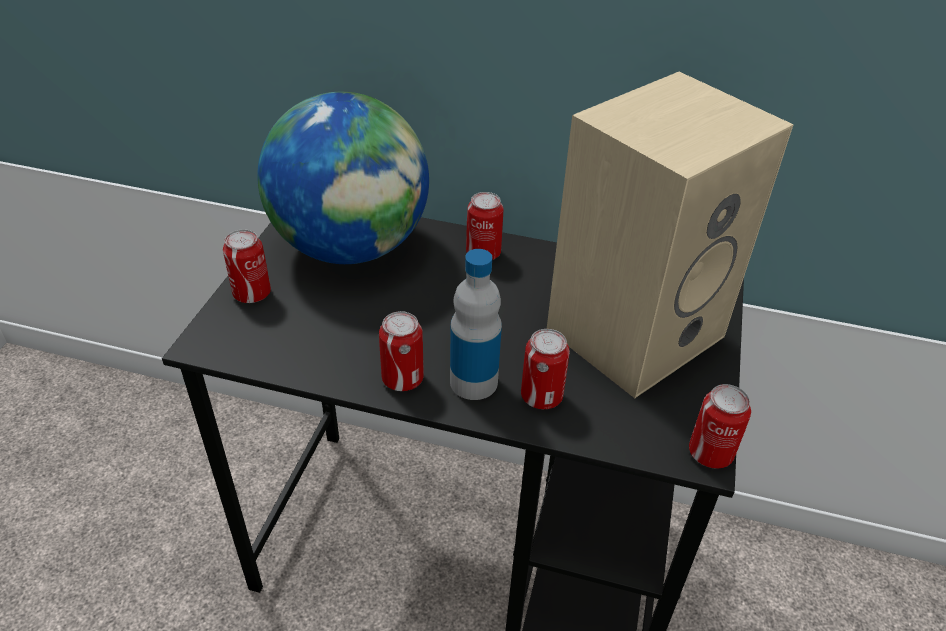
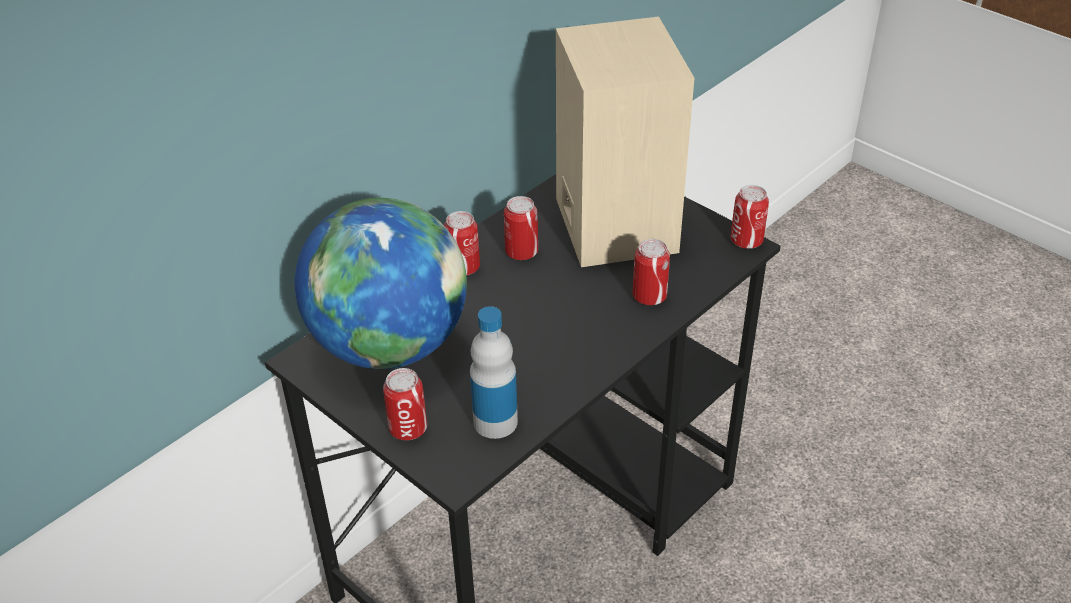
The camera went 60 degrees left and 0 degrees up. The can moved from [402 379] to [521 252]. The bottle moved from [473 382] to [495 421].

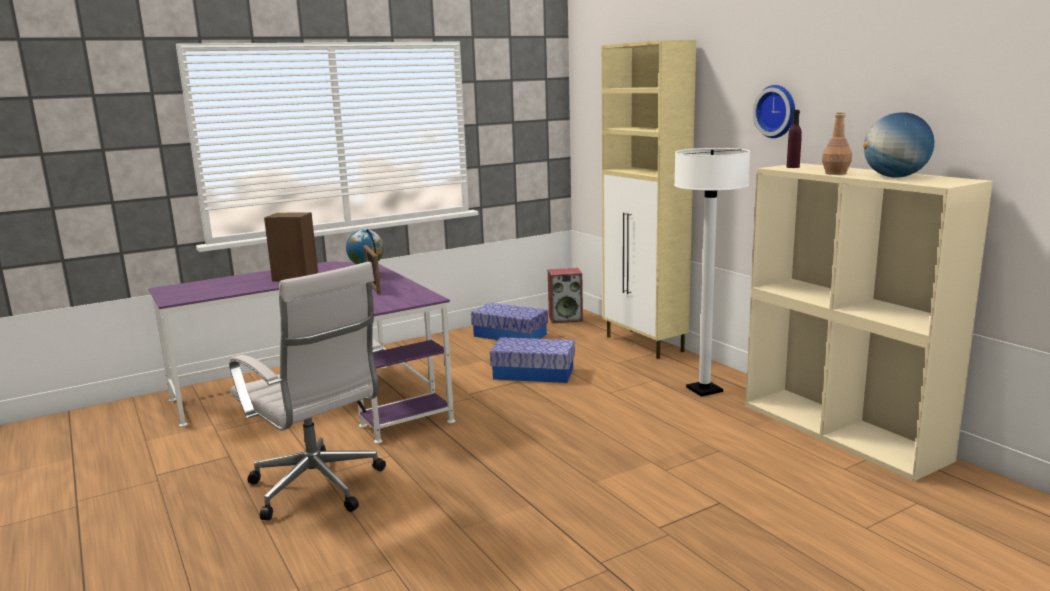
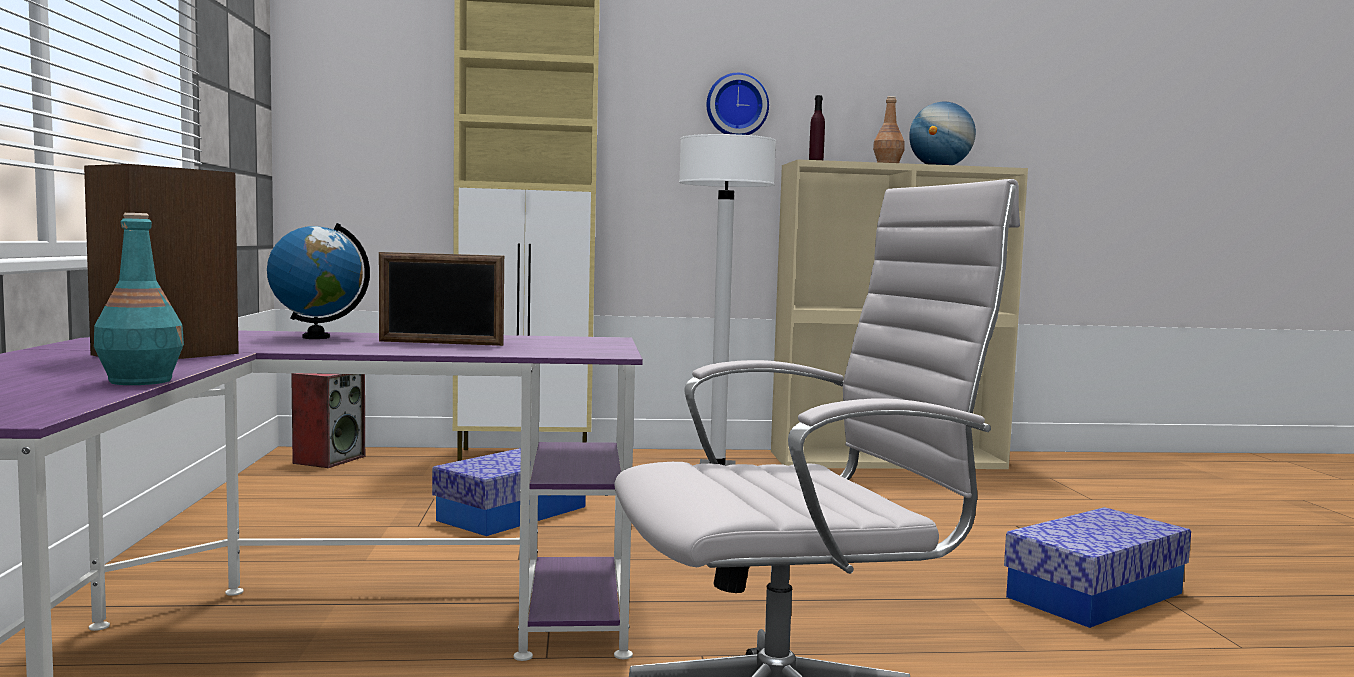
The camera went 65 degrees left and 10 degrees down. The storage container moved from [510 335] to [1095 595]. The bottle/blue-green at [140 381] appeared.

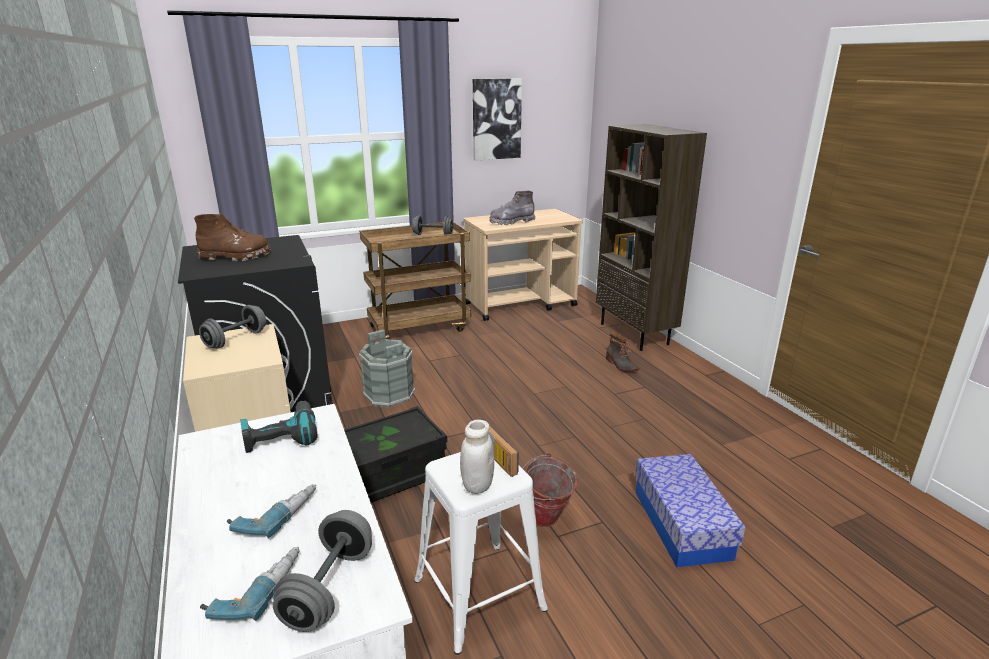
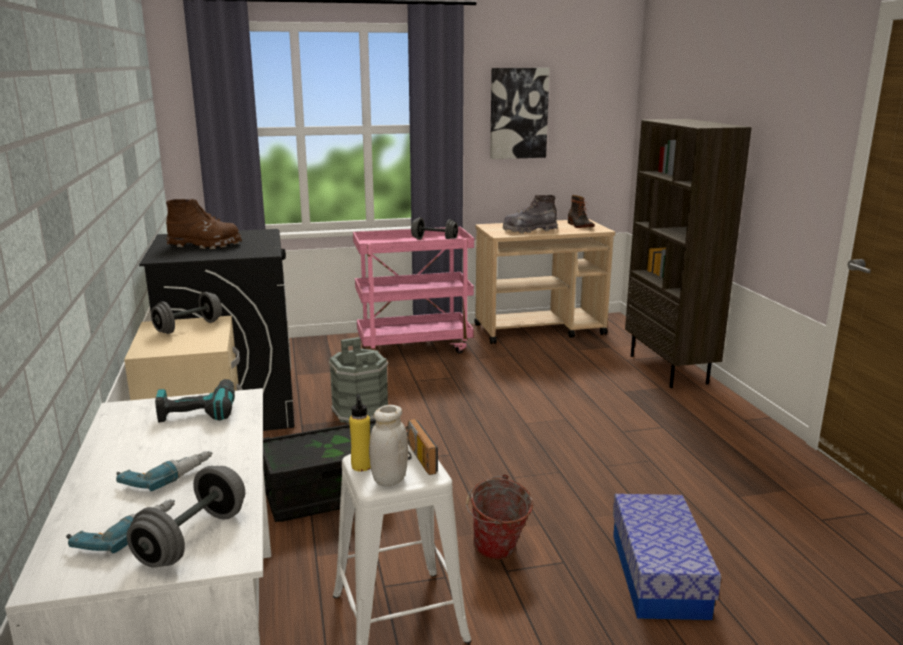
The camera went 10 degrees right and 5 degrees down. The wheeled cart/brown-coloured at [419 328] became the wheeled cart/pinkish at [414 347]. The tall boot moved from [620 365] to [579 225]. The bottle/yellow-coloured at [361 466] appeared.

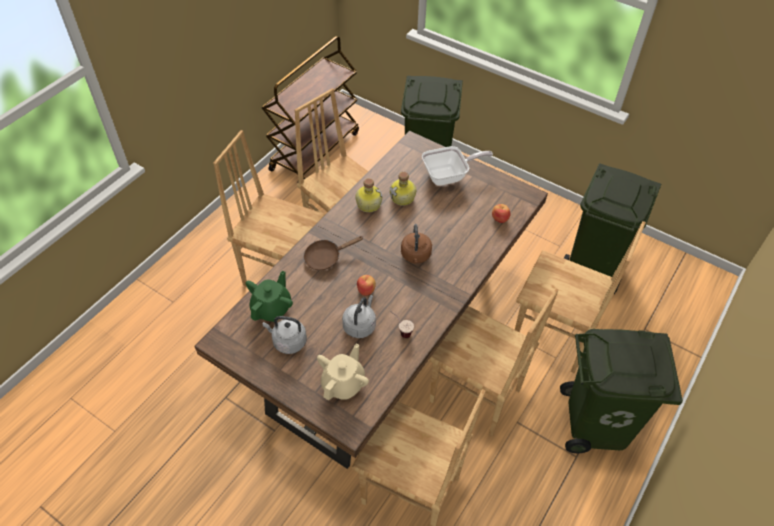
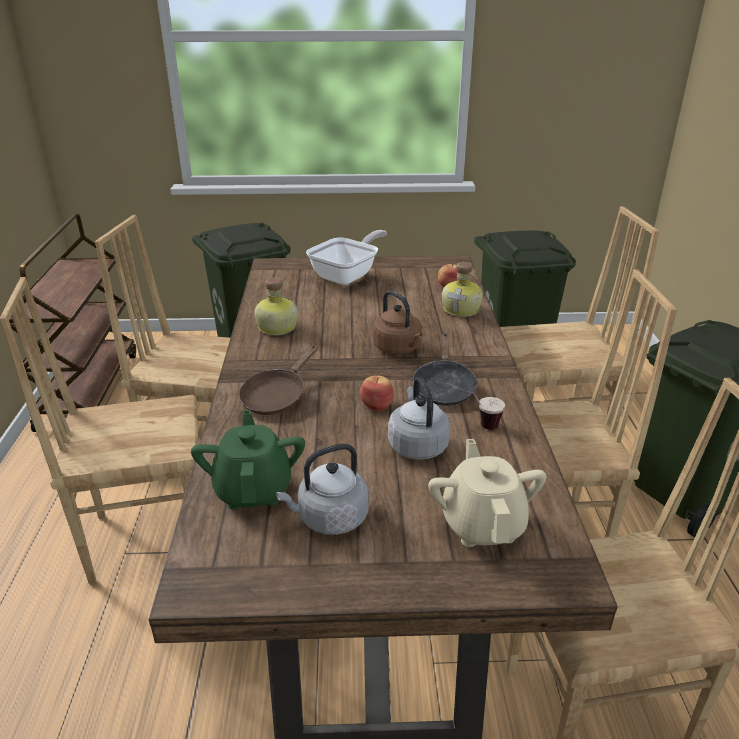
The camera went 35 degrees left and 20 degrees down. The bottle moved from [403 198] to [462 309]. The pan/blackish at [443 387] appeared.

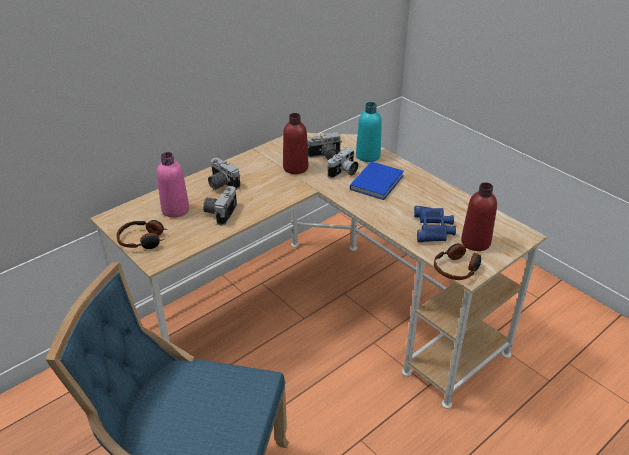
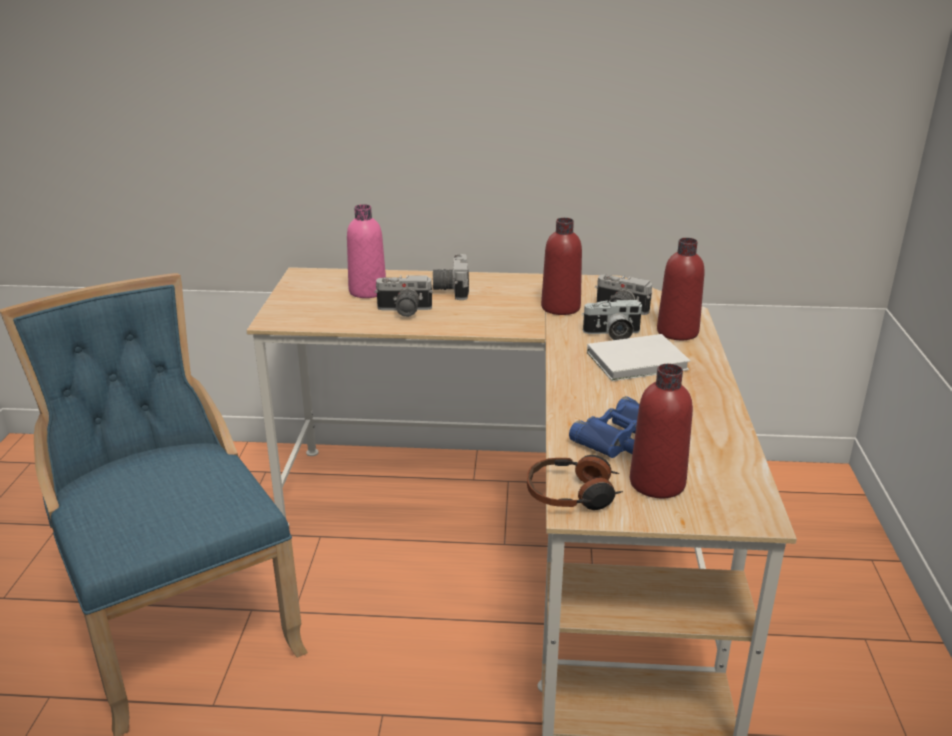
The camera went 45 degrees right and 10 degrees down. The headset at [143 240] disappeared. The still camera at [220 212] turned 150 degrees counterclockwise. The bound book/bluish at [378 182] became the bound book/white-coloured at [640 361]. The bottle/blue-green at [368 156] became the bottle/red-coloured at [677 332].

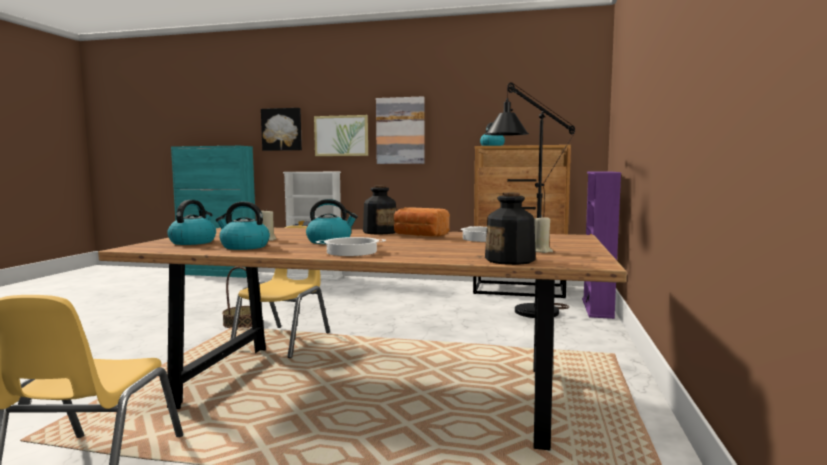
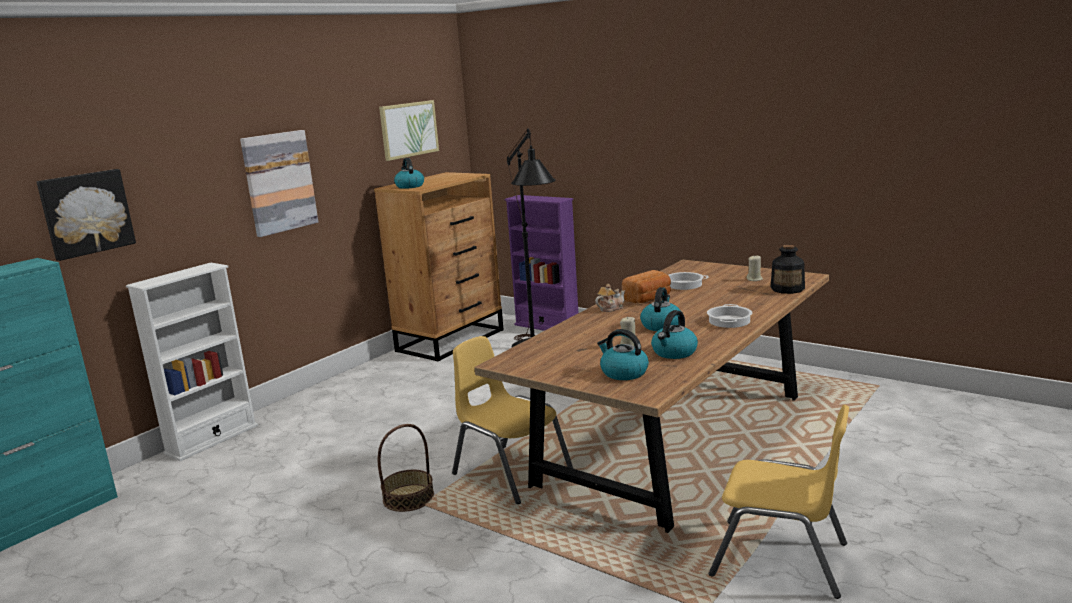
The camera went 65 degrees left and 10 degrees up. The wall picture moved from [341 136] to [408 129]. The bottle at [380 232] was replaced by the teapot at [610 308].

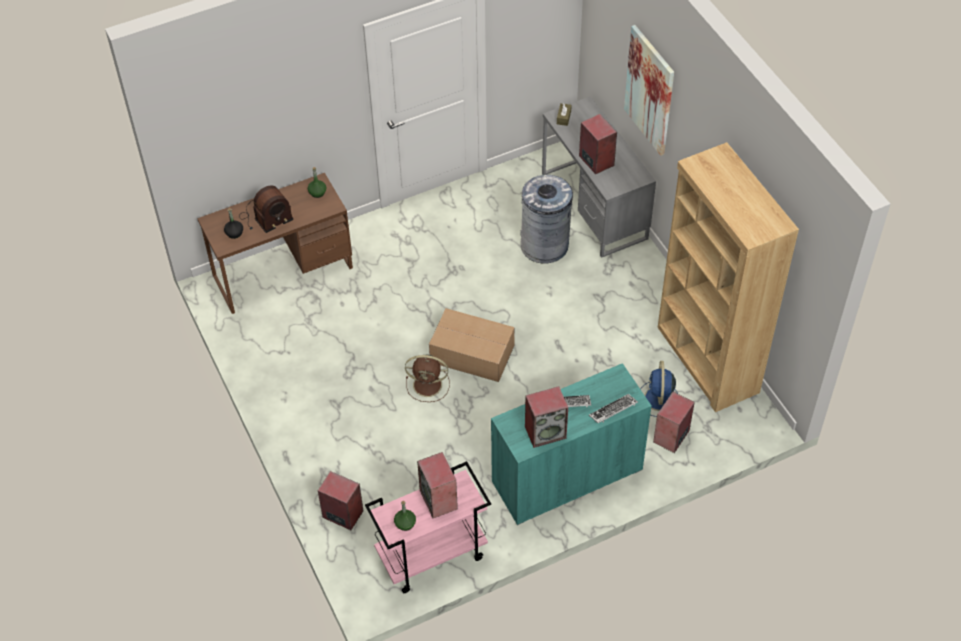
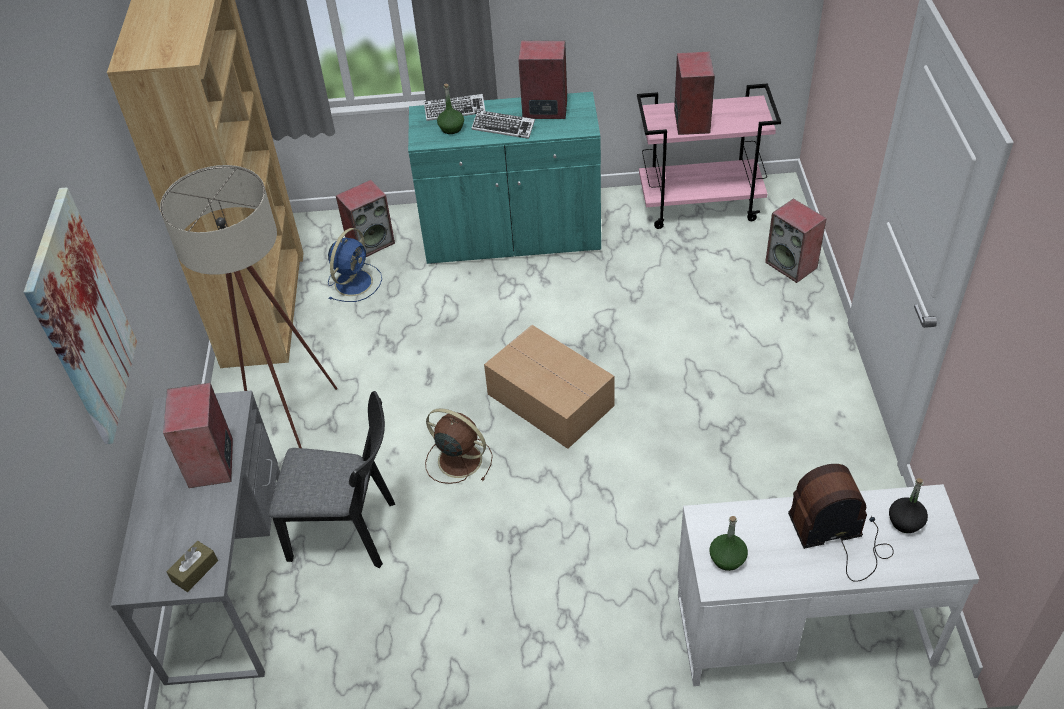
The camera went 155 degrees left and 5 degrees down. The desk/brown-coloured at [283 272] became the desk/white-coloured at [802 629]. The bottle/greenish moved from [405 523] to [451 128]. The fan/brown-coloured moved from [429 385] to [458 459]. The waste bin/grey at [544 245] was replaced by the upright chair/blackish at [351 531]. The standing lamp/sand-coloured at [285 412] appeared.

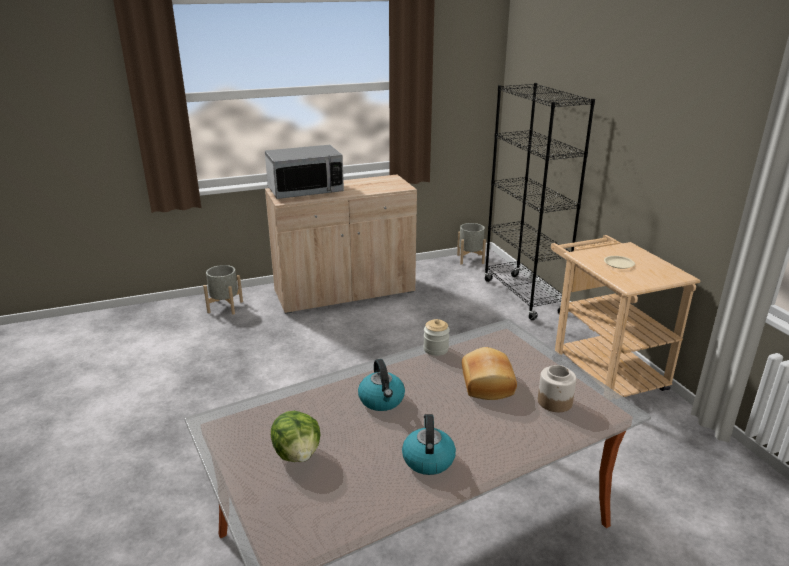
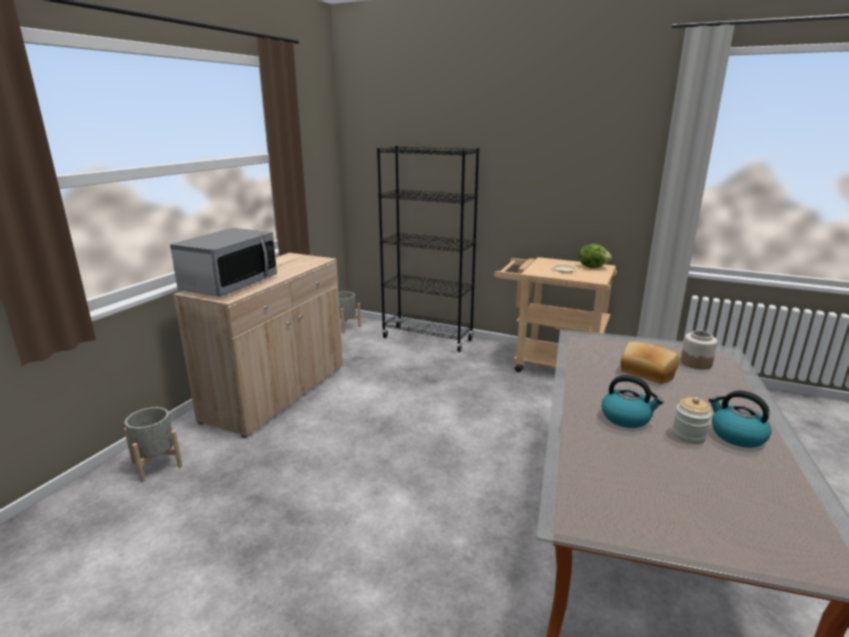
The camera went 45 degrees left and 5 degrees down. The lettuce moved from [298 454] to [592 267]. The storage jar moved from [436 349] to [688 435].

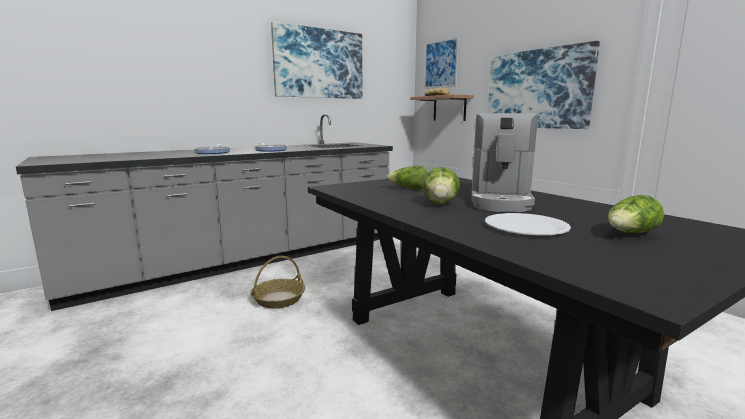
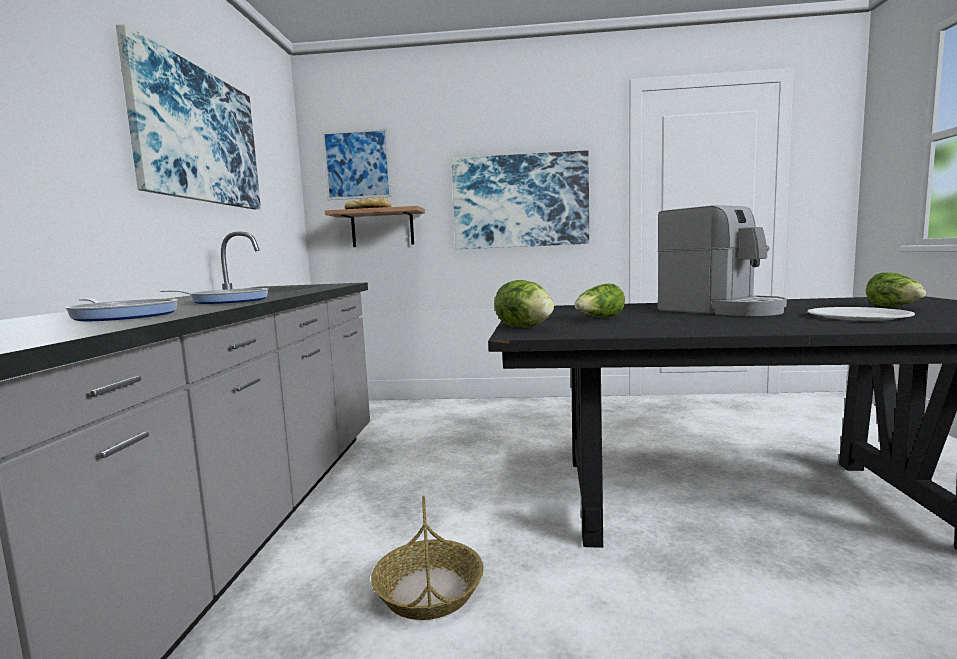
The camera went 50 degrees left and 5 degrees down. The lettuce moved from [440 203] to [524 327].

